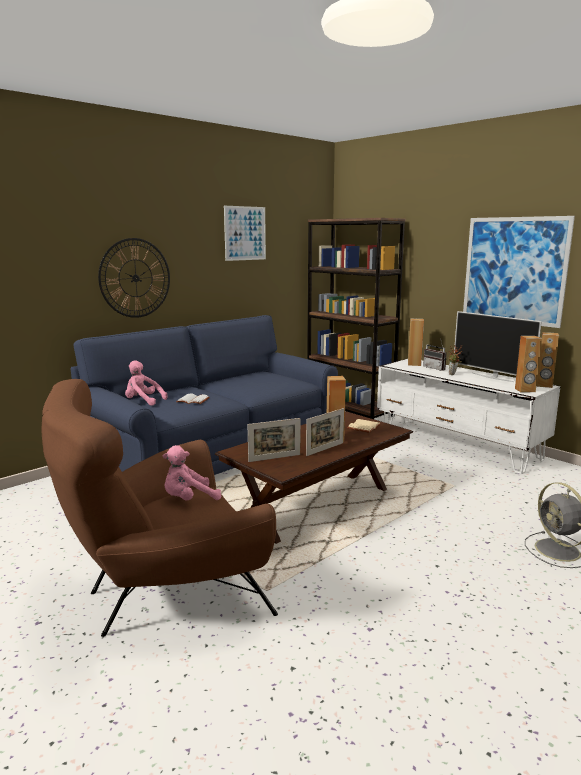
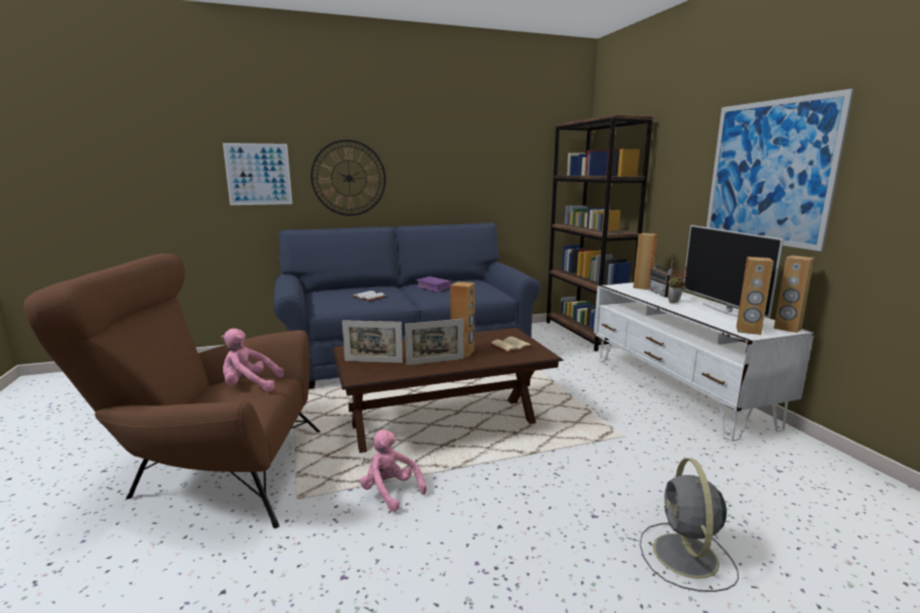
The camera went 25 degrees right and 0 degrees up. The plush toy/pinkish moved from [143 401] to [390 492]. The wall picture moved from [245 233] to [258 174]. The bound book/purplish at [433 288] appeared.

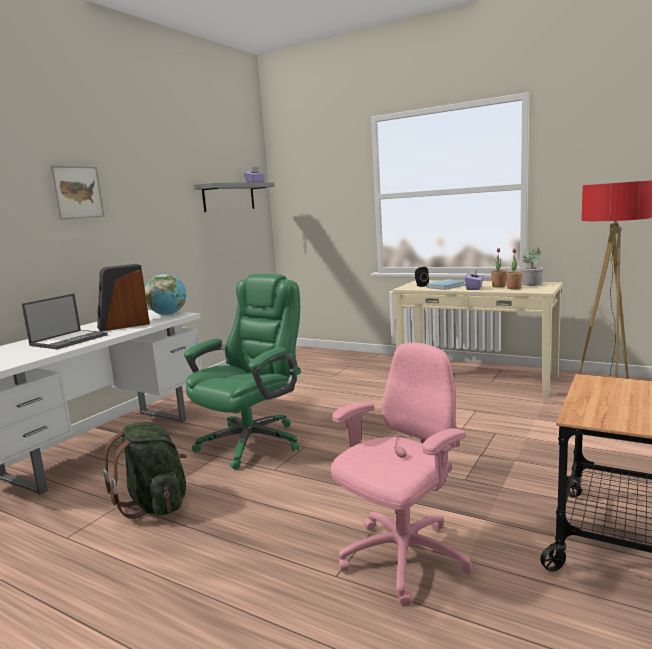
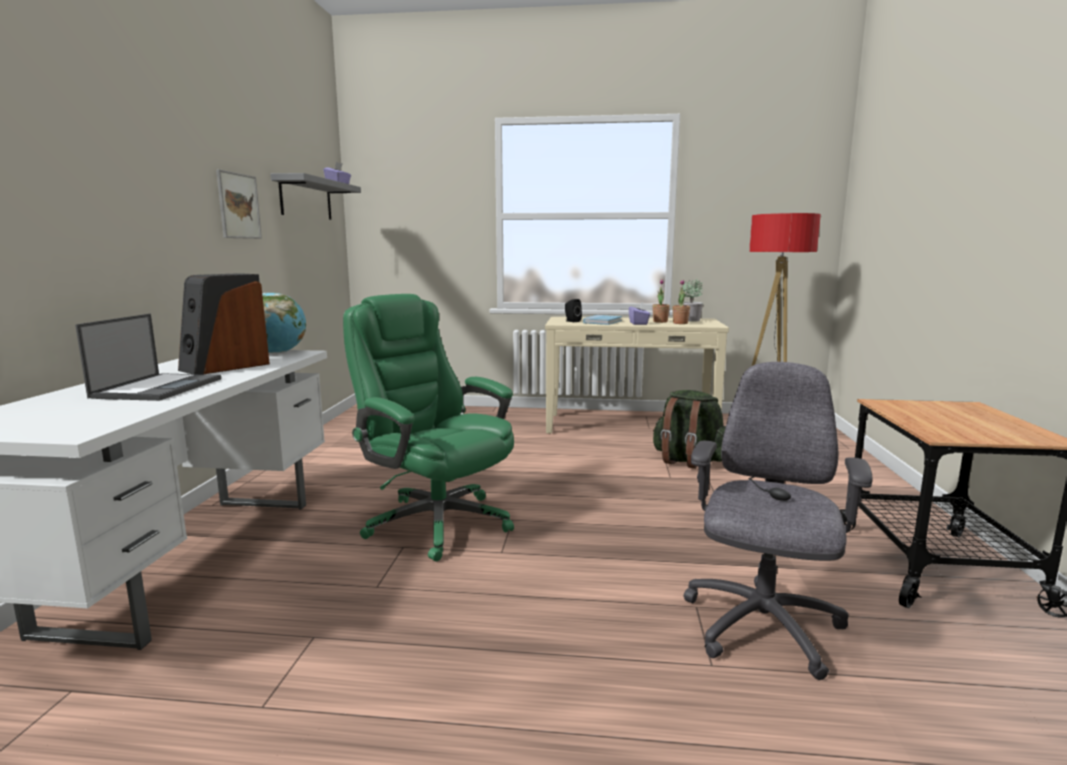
The camera went 25 degrees left and 0 degrees up. The wall picture moved from [77 192] to [238 206]. The knapsack/greenish moved from [155 504] to [688 461]. The computer chair/greenish at [252 442] turned 60 degrees counterclockwise. The computer chair/pinkish at [402 559] became the computer chair/grey at [761 628].

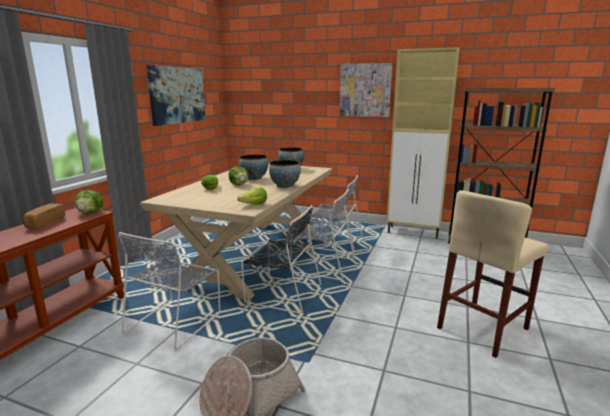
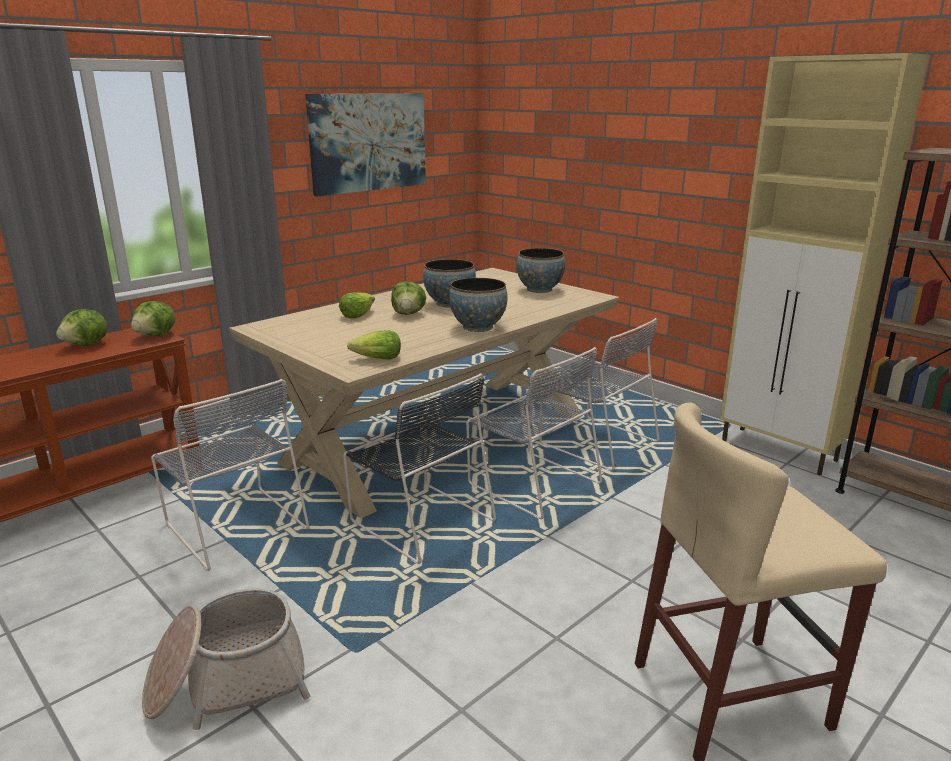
The camera went 25 degrees right and 5 degrees up. The bread at [45 223] was replaced by the lettuce at [87 345]. The upright chair/grey at [175 321] turned 90 degrees counterclockwise. The wall picture at [365 90] disappeared.

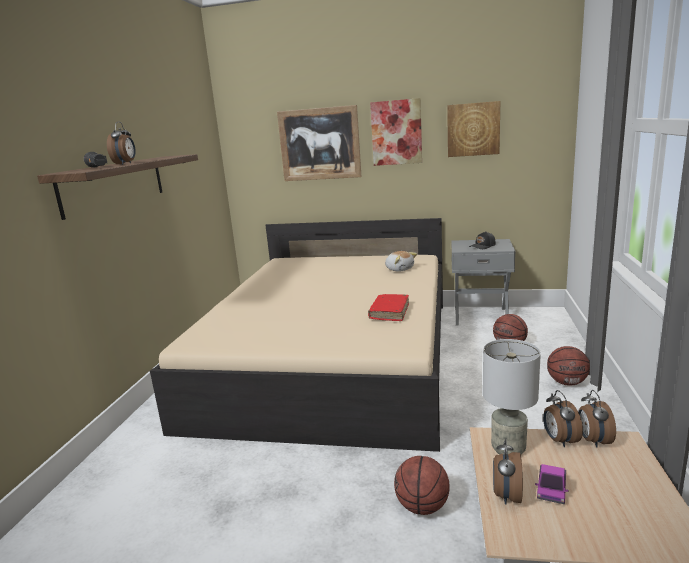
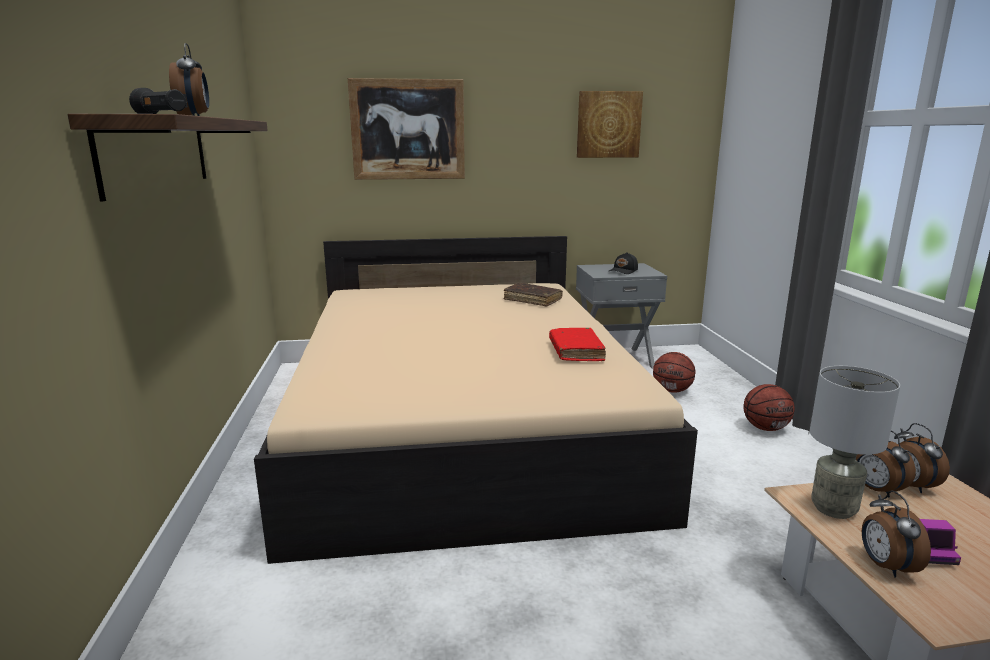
The camera went 20 degrees left and 0 degrees up. The wall picture at [396 132] disappeared. The plush toy at [399 269] was replaced by the bound book/brown-coloured at [532 300]. The basketball at [422 507] disappeared.

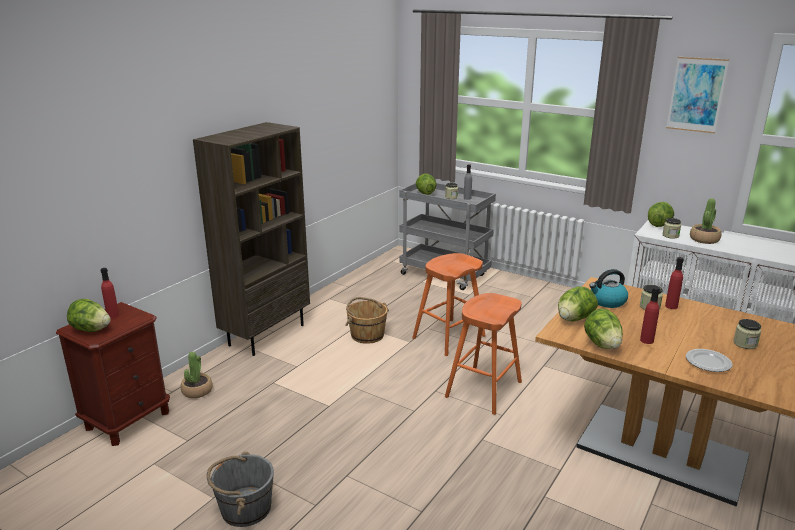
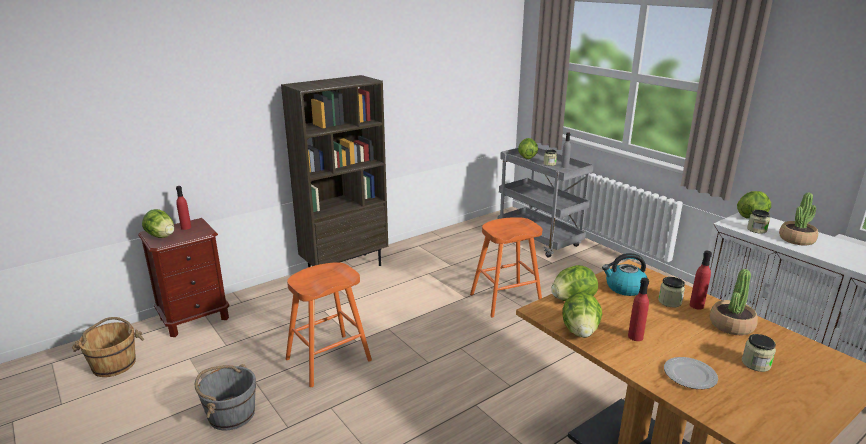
The camera went 20 degrees right and 0 degrees up. The houseplant moved from [197 391] to [731 325]. The pail/brown-coloured moved from [367 335] to [114 364]. The sitting stool/orange-coloured moved from [483 389] to [328 360]. The wall picture at [696 95] disappeared.

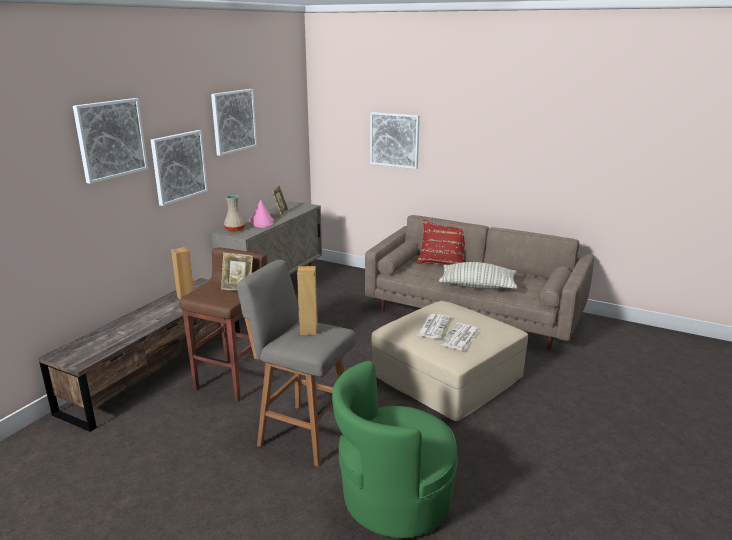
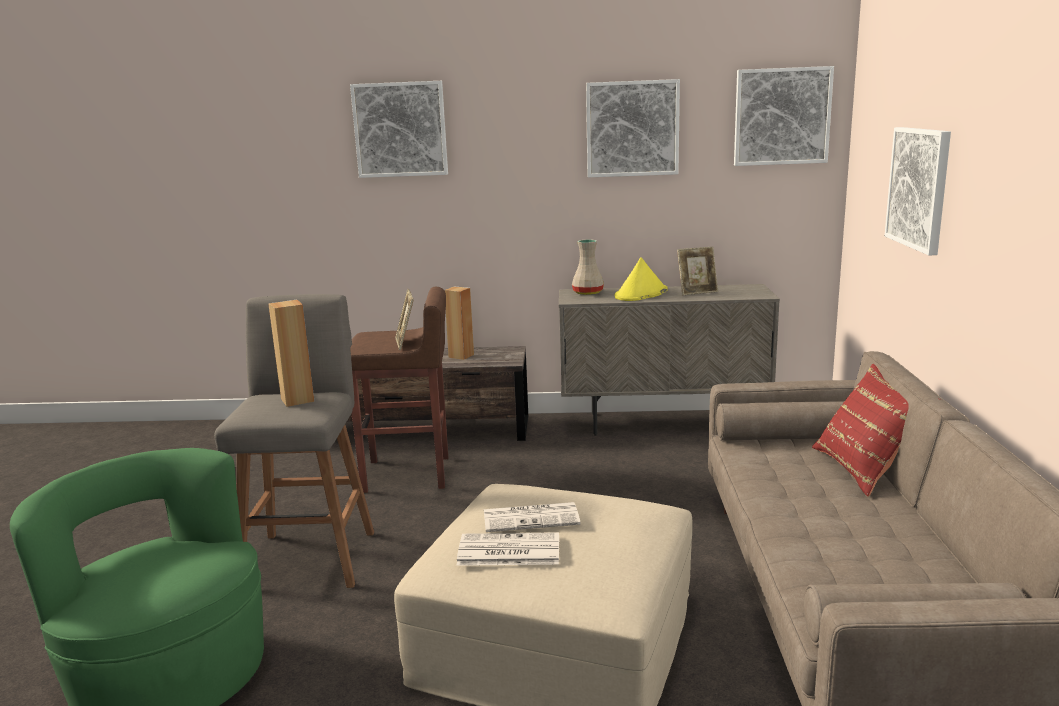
The camera went 65 degrees right and 5 degrees down. The wall picture moved from [179 166] to [781 116]. The wearable hat/pinkish at [261 222] became the wearable hat/yellow-coloured at [641 294]. The pillow at [477 286] disappeared.

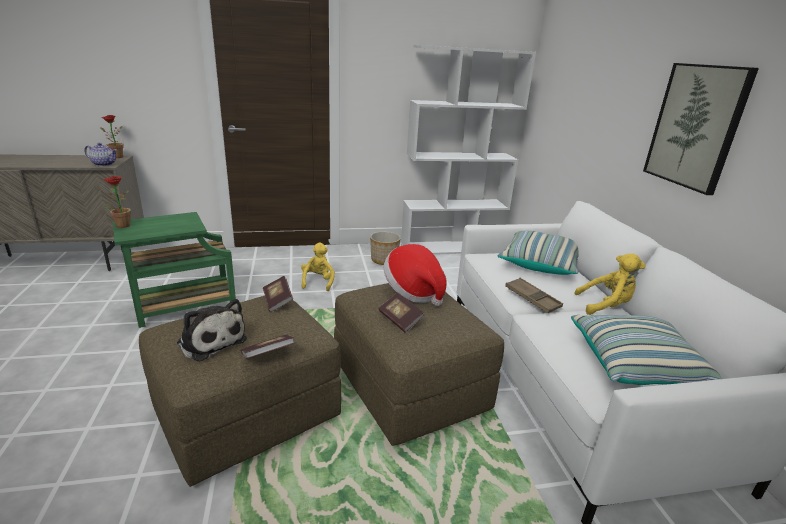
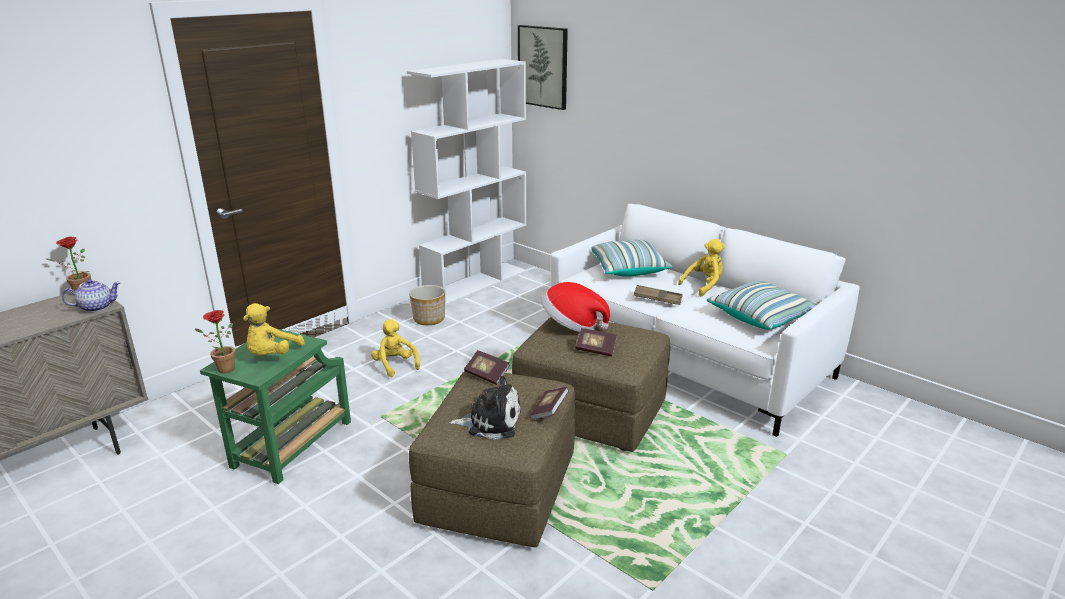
The camera went 35 degrees left and 0 degrees up. The wall picture moved from [696 126] to [543 67]. The plush toy/yellow-coloured at [272 355] appeared.

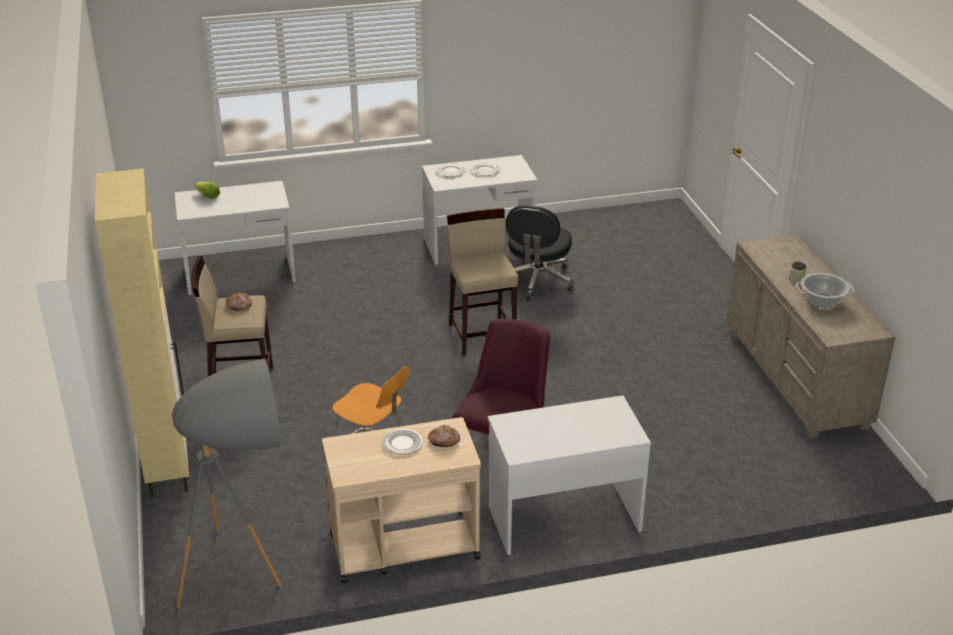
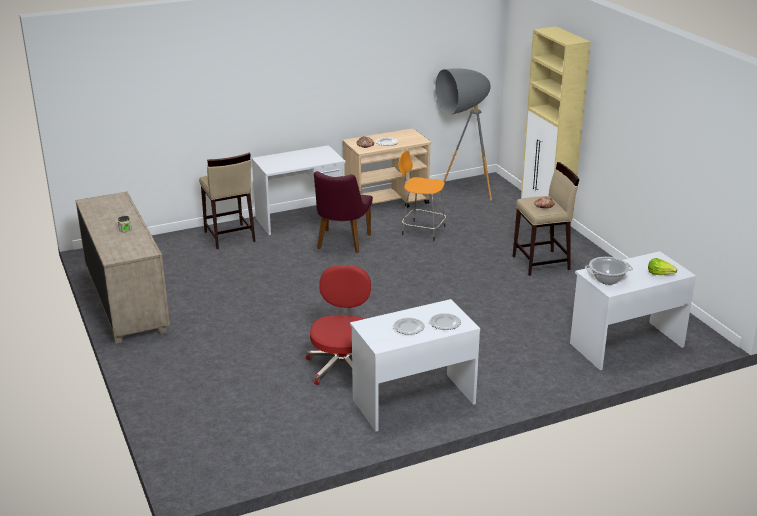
The camera went 170 degrees right and 5 degrees down. The sitting stool/sand-coloured moved from [482 335] to [229 237]. The computer chair/blackish at [537 281] became the computer chair/red-coloured at [342 366]. The cooking pot moved from [822 301] to [607 279].

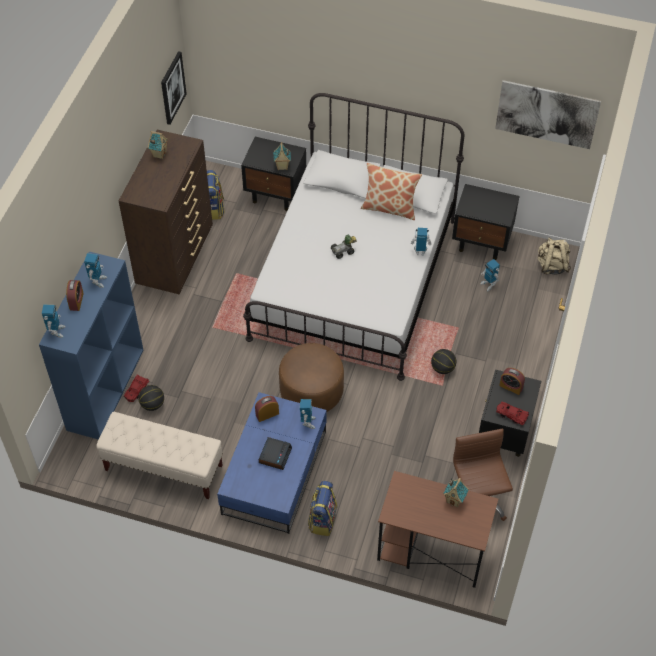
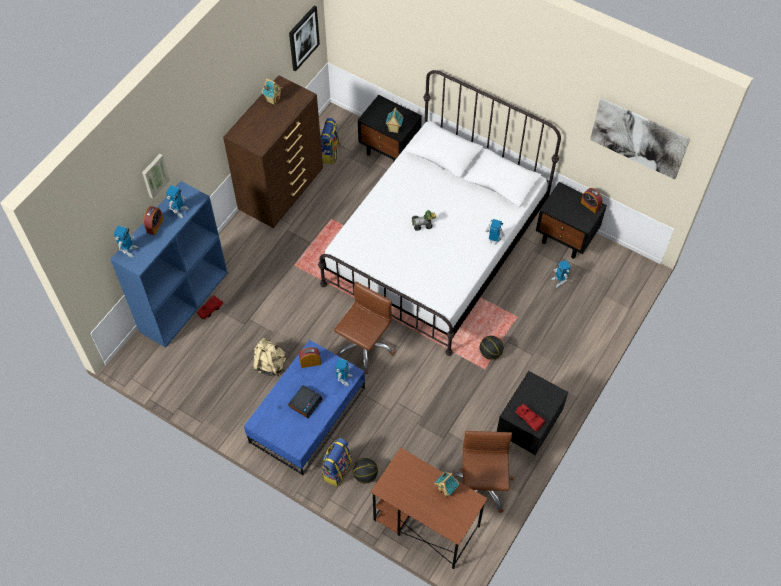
The camera went 15 degrees right and 5 degrees up. The bench/sand-coloured at [163 468] disappeared. The basketball moved from [152 404] to [365 475]. The ottoman/brown-coloured at [311 391] was replaced by the computer chair/brown-coloured at [364 347]. The pillow at [390 207] disappeared. The bedside clock moved from [511 387] to [590 205]. The knapsack/sand-coloured moved from [552 266] to [270 364]. The wall picture at [154 175] appeared.

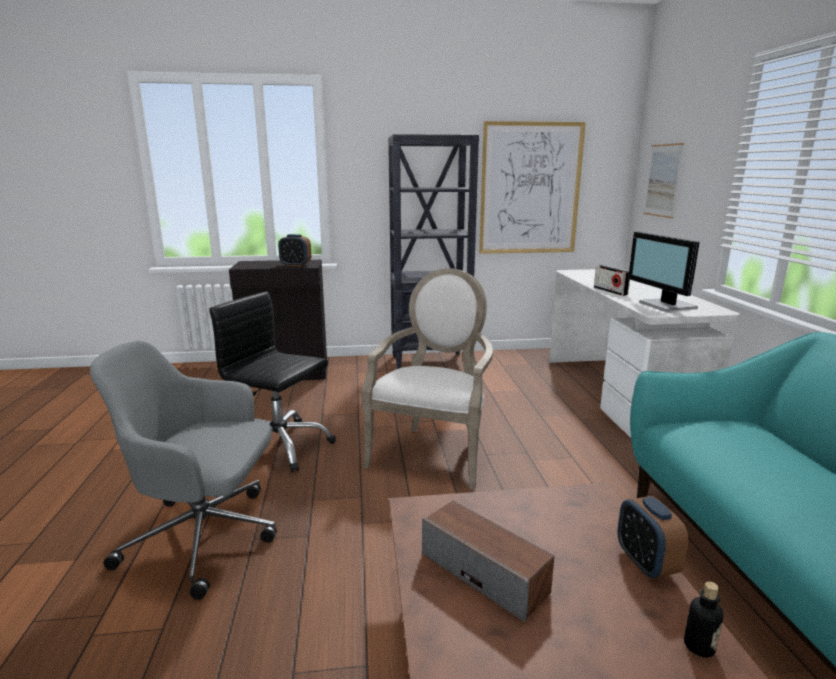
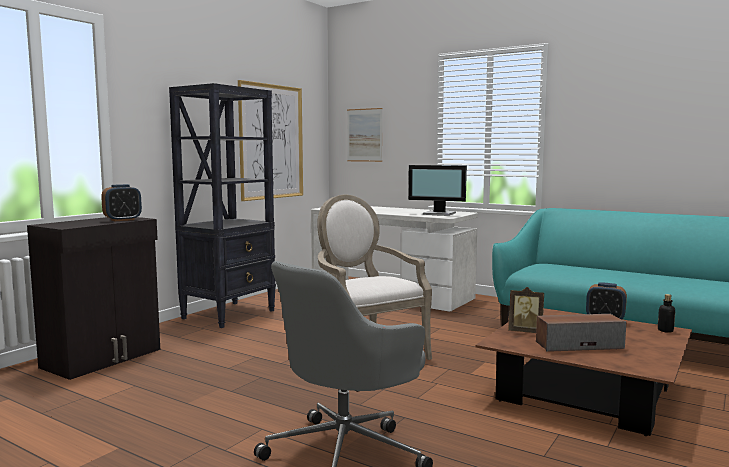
The camera went 50 degrees left and 10 degrees down. The computer chair/blackish at [279 447] disappeared. The radio at [610 291] disappeared. The standing frame at [525 332] appeared.

